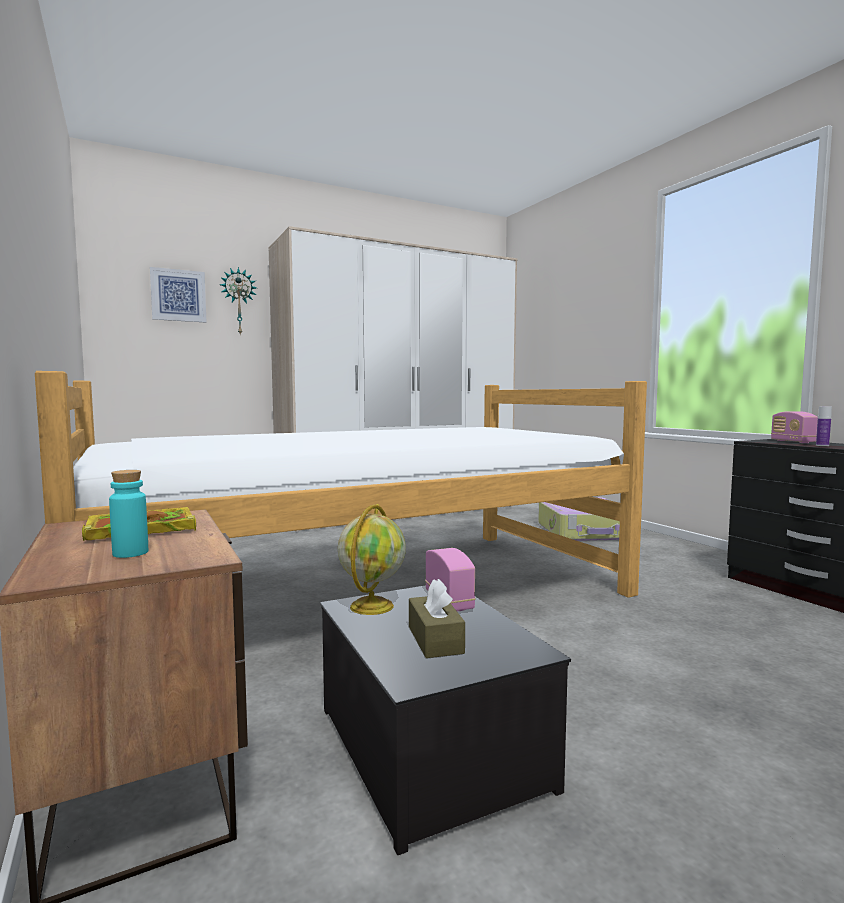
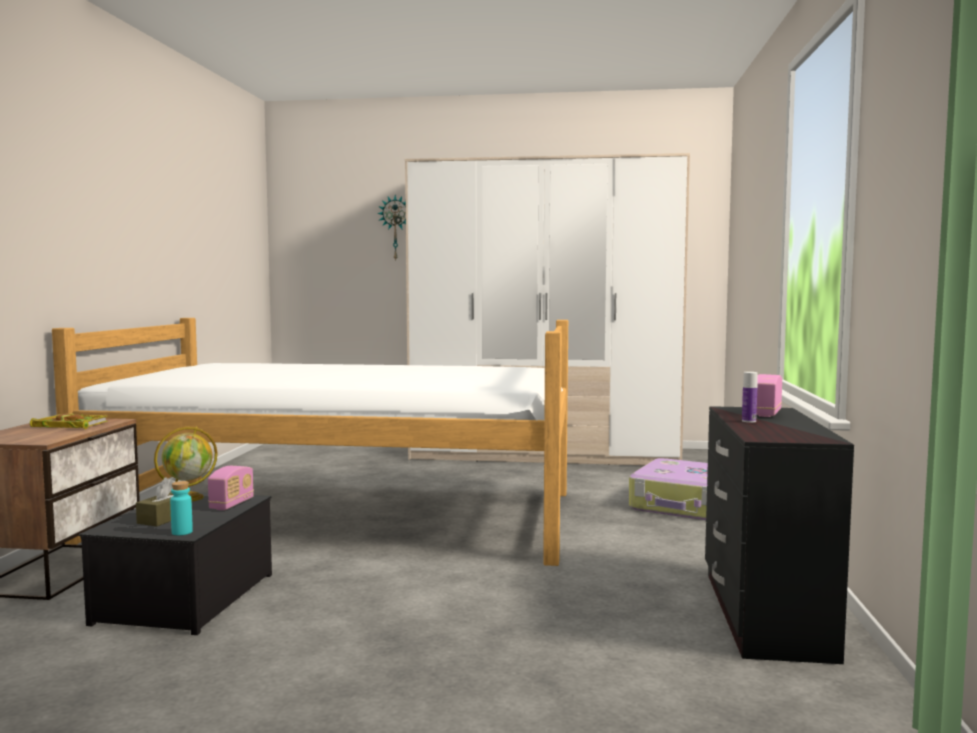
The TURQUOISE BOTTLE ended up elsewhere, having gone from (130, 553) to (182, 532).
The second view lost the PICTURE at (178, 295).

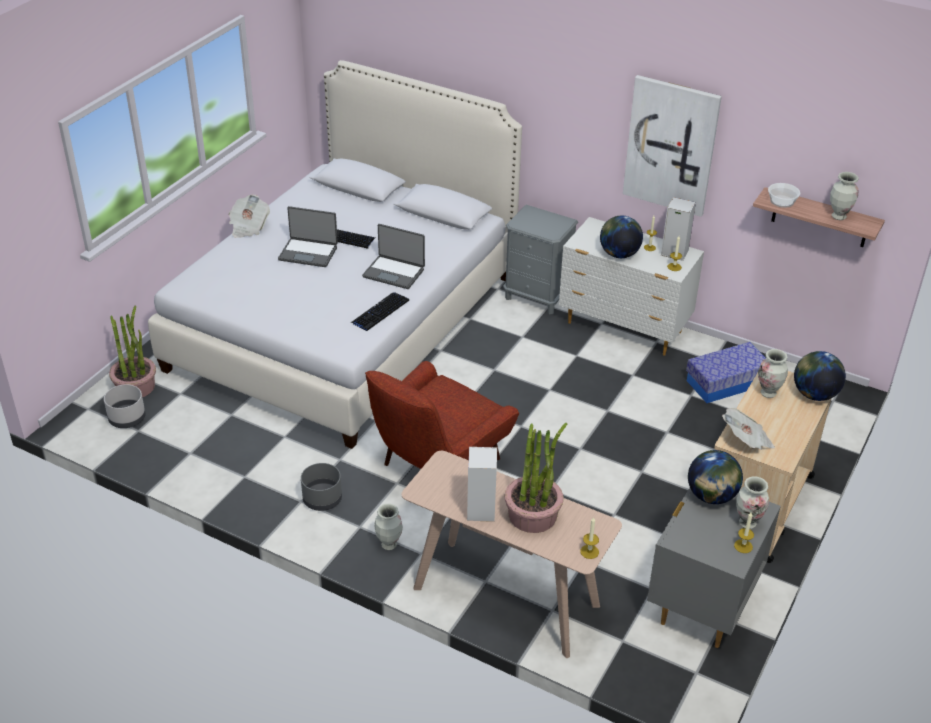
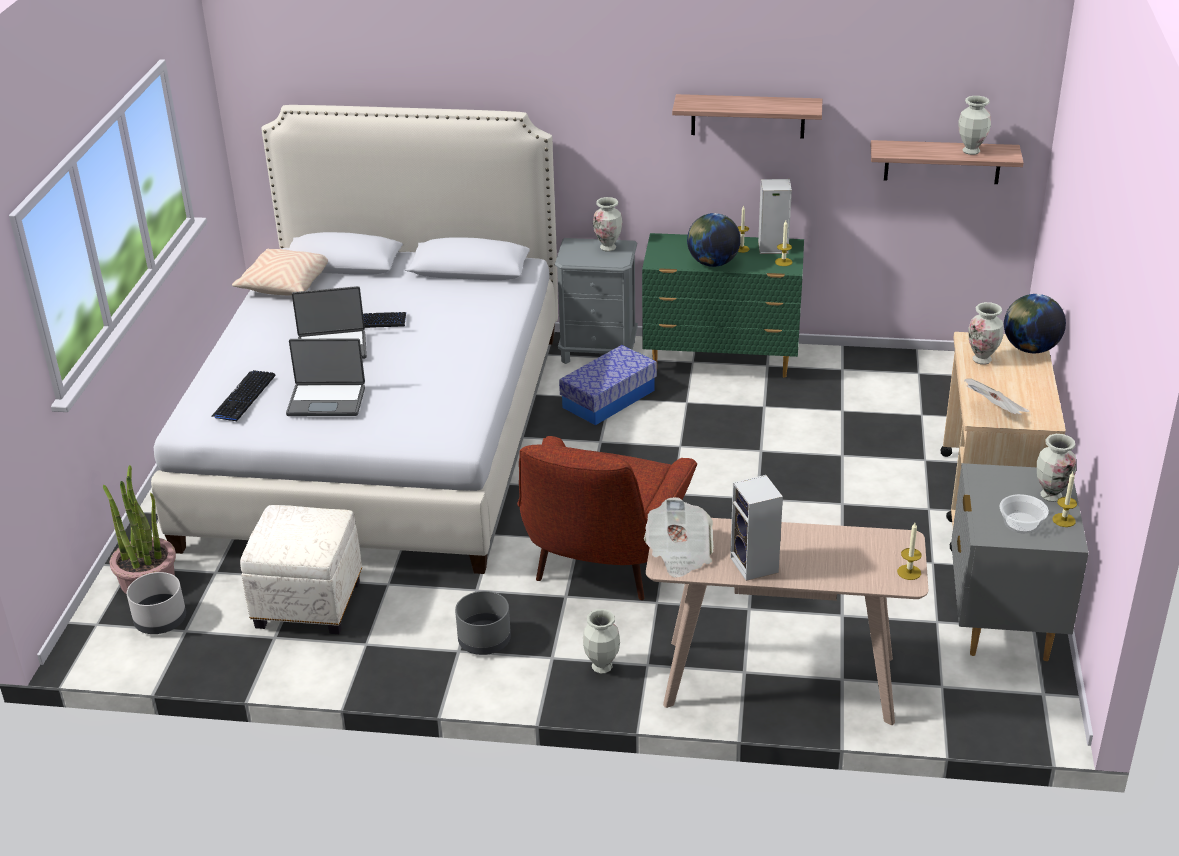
The NEWSPAPER ended up elsewhere, having gone from (248, 227) to (679, 554).
The KEYBOARD ended up elsewhere, having gone from (380, 312) to (244, 397).
The LAPTOP ended up elsewhere, having gone from (394, 272) to (327, 400).
The second view lost the POTTED PLANT at (533, 514).
What was the WHITE DRESSER at (624, 328) turned into the GREEN DRESSER at (722, 360).
Where the PICTURE hung at (671, 145), the SHELF came to hang at (748, 116).
The STORAGE BOX ended up elsewhere, having gone from (726, 383) to (608, 399).
The second view lost the GLOBE at (711, 496).
The BOWL ended up elsewhere, having gone from (782, 201) to (1021, 522).
The second view gained the BEIGE PILLOW at (285, 284).
The second view gained the WHITE OTTOMAN at (310, 604).
The second view gained the VASE at (608, 248).

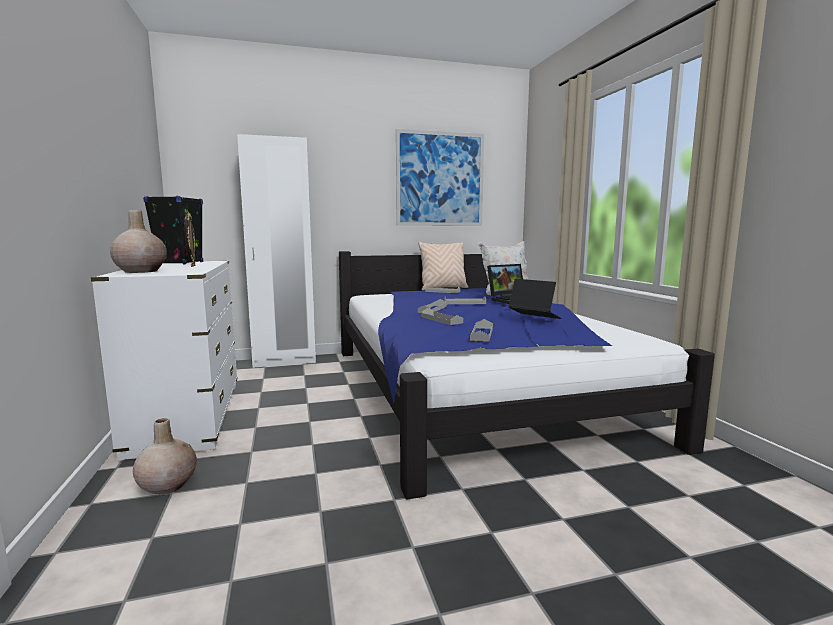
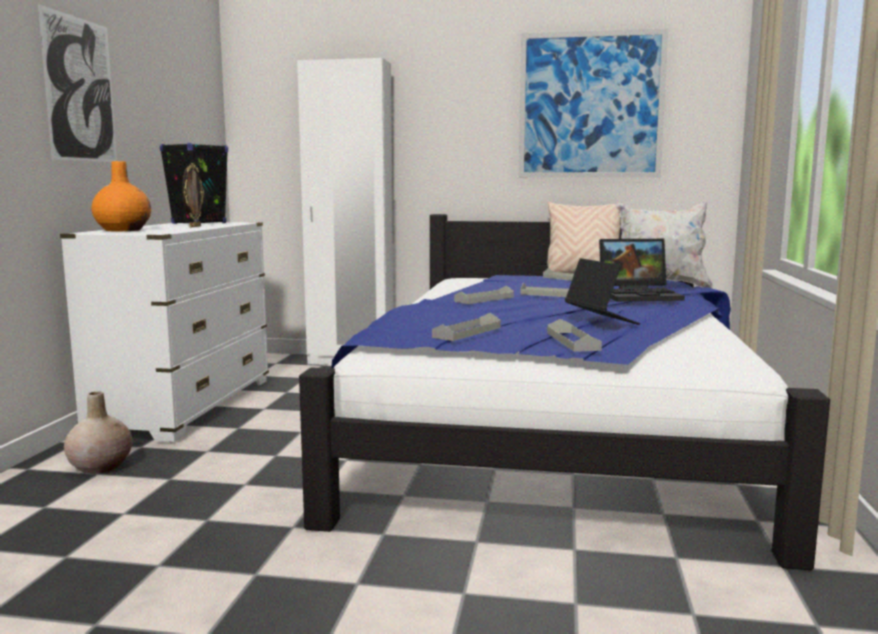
What was the BEIGE VASE at (141, 271) turned into the ORANGE VASE at (123, 230).
The GREY TRAY ended up elsewhere, having gone from (441, 320) to (572, 341).
The second view gained the PICTURE at (80, 90).

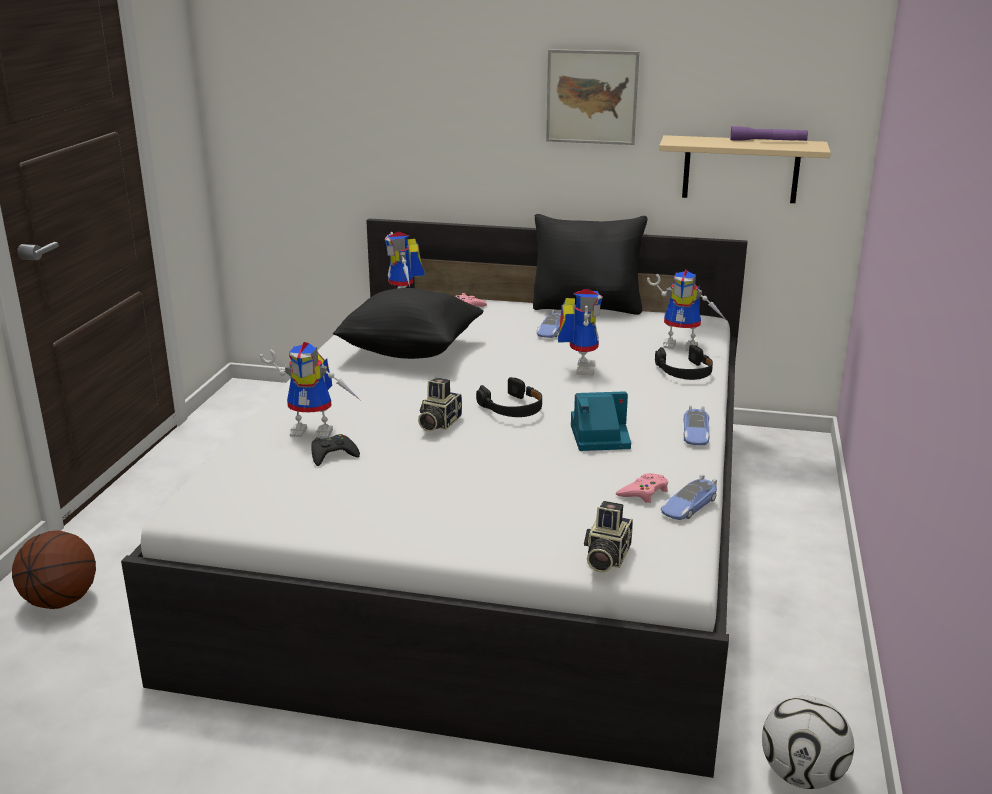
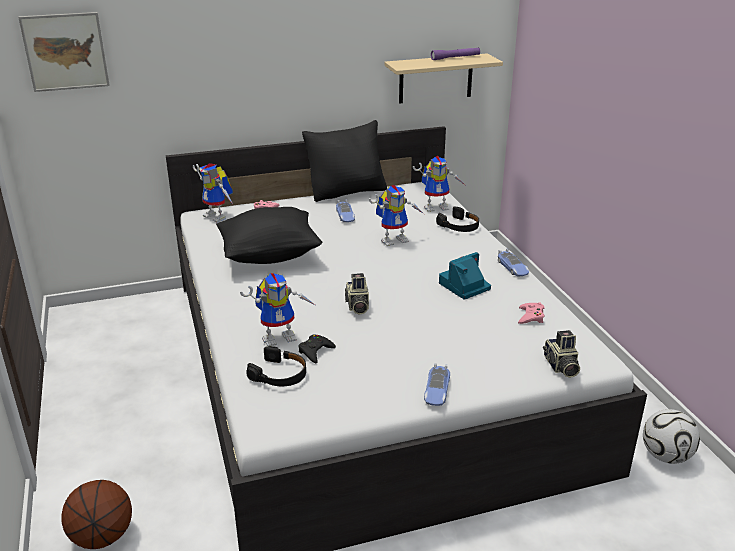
The BLACK HEADPHONES ended up elsewhere, having gone from (512, 408) to (279, 374).
The PICTURE ended up elsewhere, having gone from (591, 97) to (65, 51).
The TOY ROBOT at (579, 367) ended up facing another way, 90 degrees clockwise from before.
The TOY CAR ended up elsewhere, having gone from (688, 506) to (437, 390).

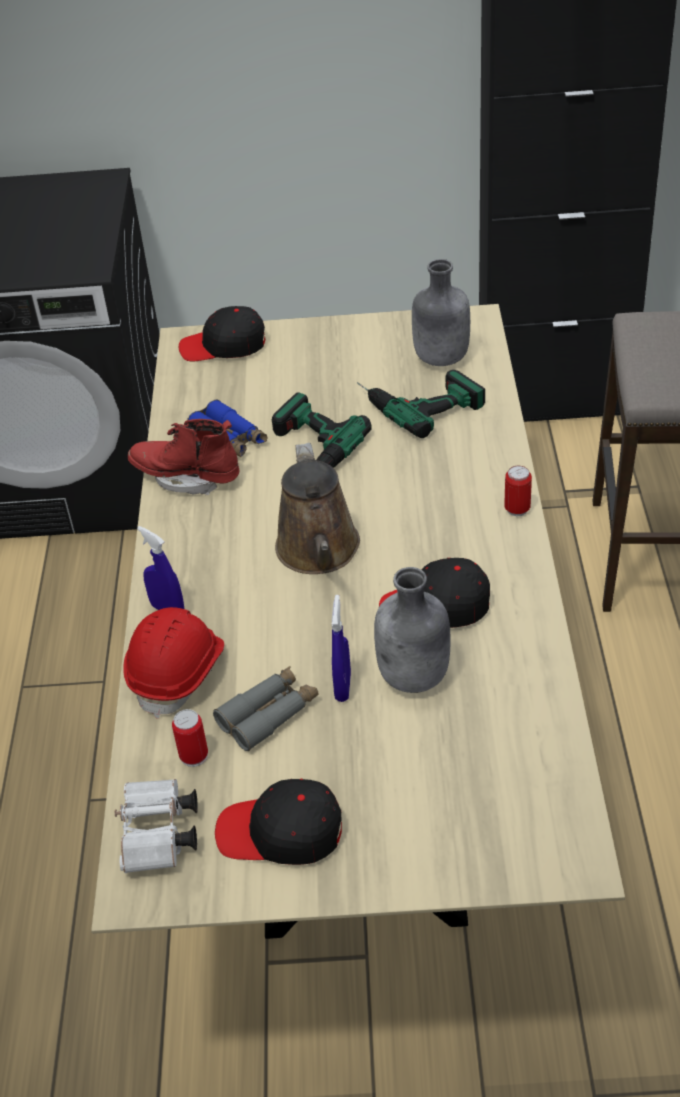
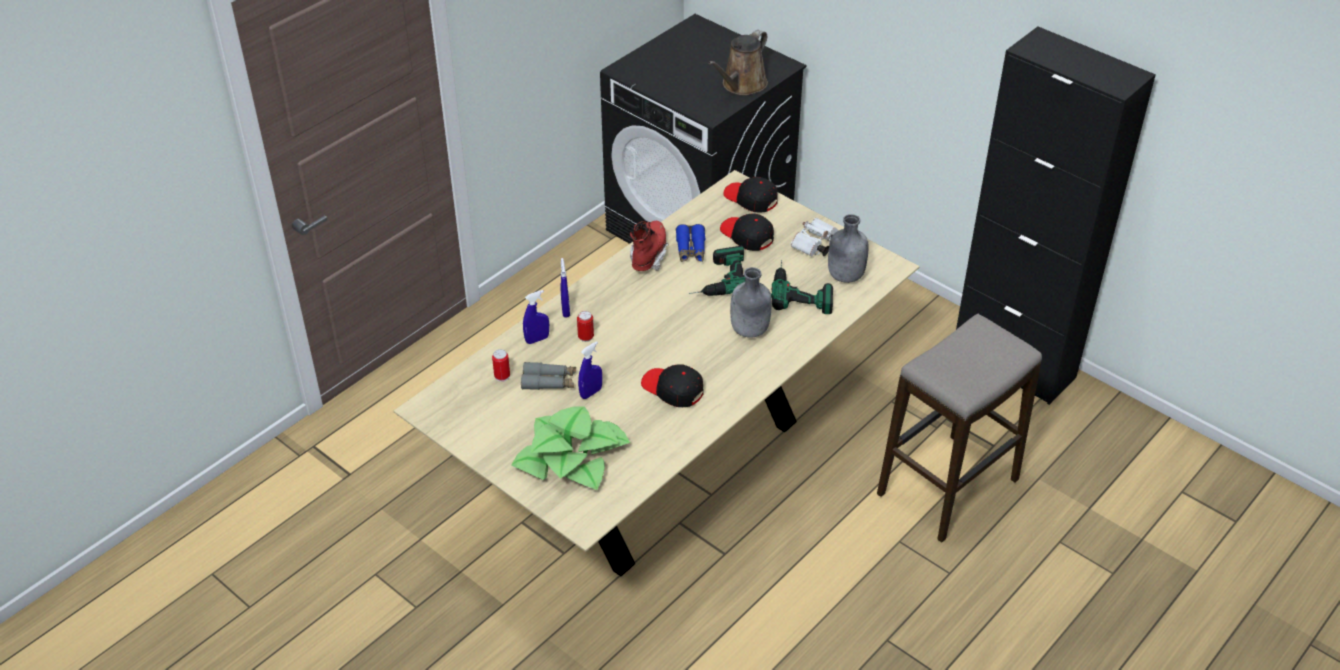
The WHITE BINOCULARS ended up elsewhere, having gone from (159, 837) to (815, 246).
Where the RED HARD HAT stood at (178, 673), the BLUE SPRAY BOTTLE came to stand at (537, 339).
The RED BOOT at (187, 478) ended up facing another way, 45 degrees clockwise from before.
The BLACK CAP ended up elsewhere, having gone from (281, 832) to (747, 236).
The BROWN WATERING CAN ended up elsewhere, having gone from (319, 552) to (742, 85).
The GREY BOTTLE ended up elsewhere, having gone from (415, 677) to (749, 330).
The CAN ended up elsewhere, having gone from (517, 509) to (586, 337).
The second view gained the POTTED PLANT at (571, 458).

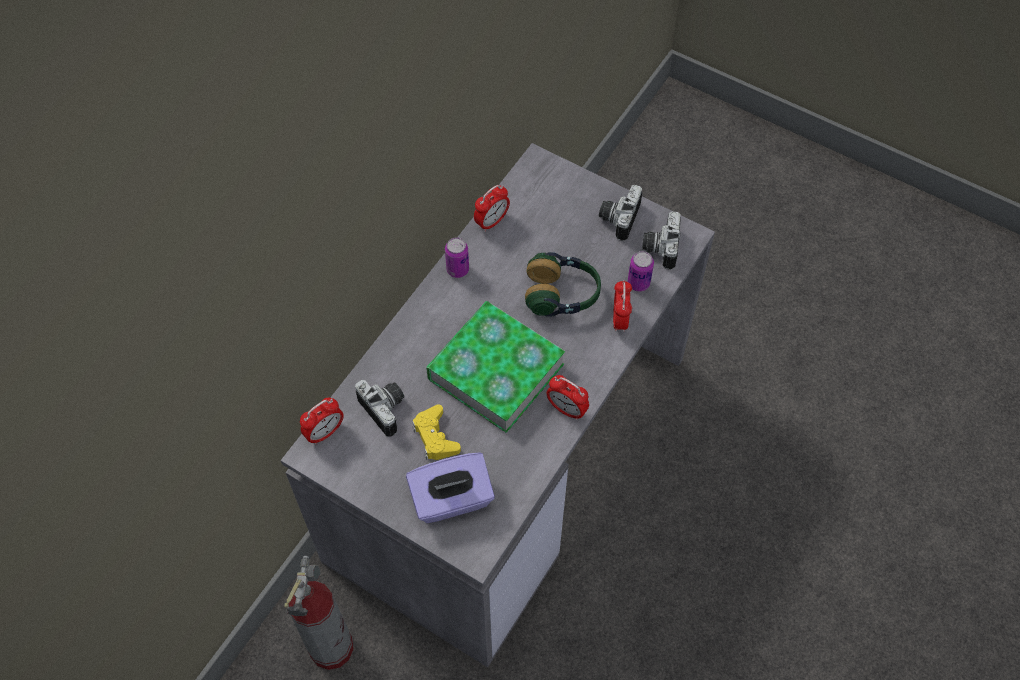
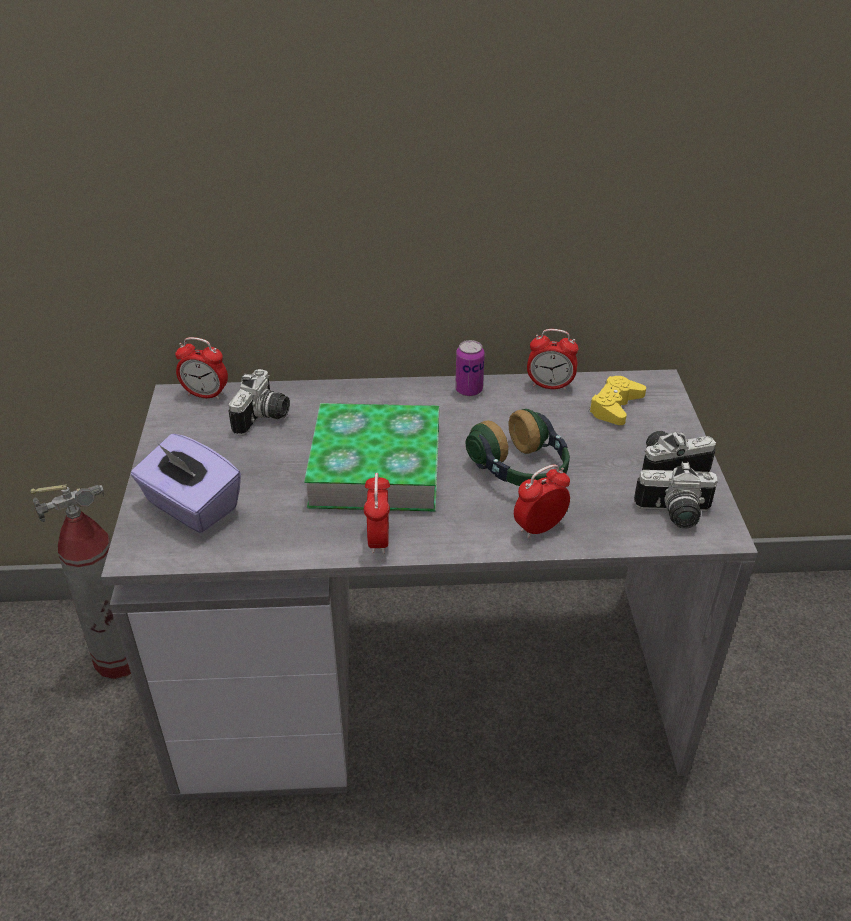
The YELLOW GAME CONTROLLER ended up elsewhere, having gone from (435, 437) to (615, 407).
The second view lost the CAN at (638, 283).
The PHOTO CAMERA at (659, 247) ended up facing another way, 150 degrees counterclockwise from before.

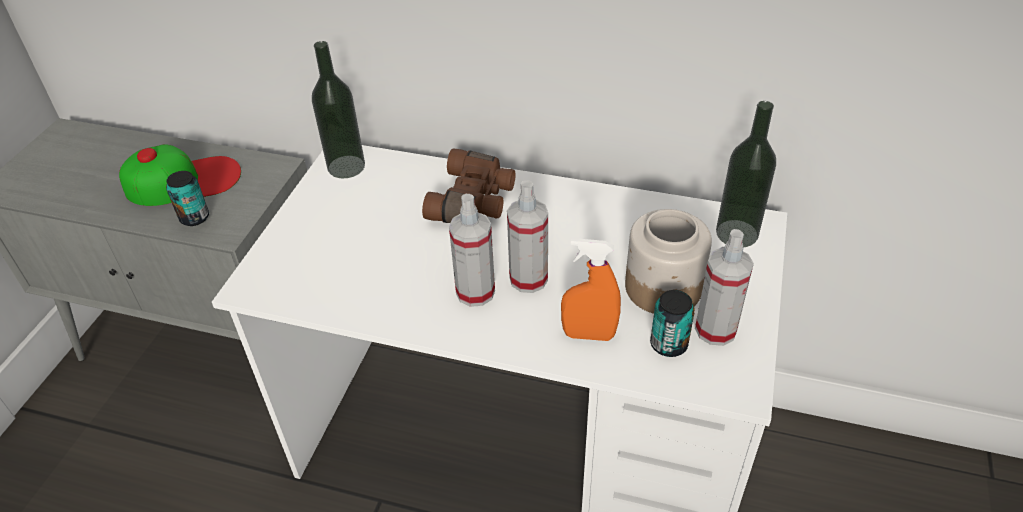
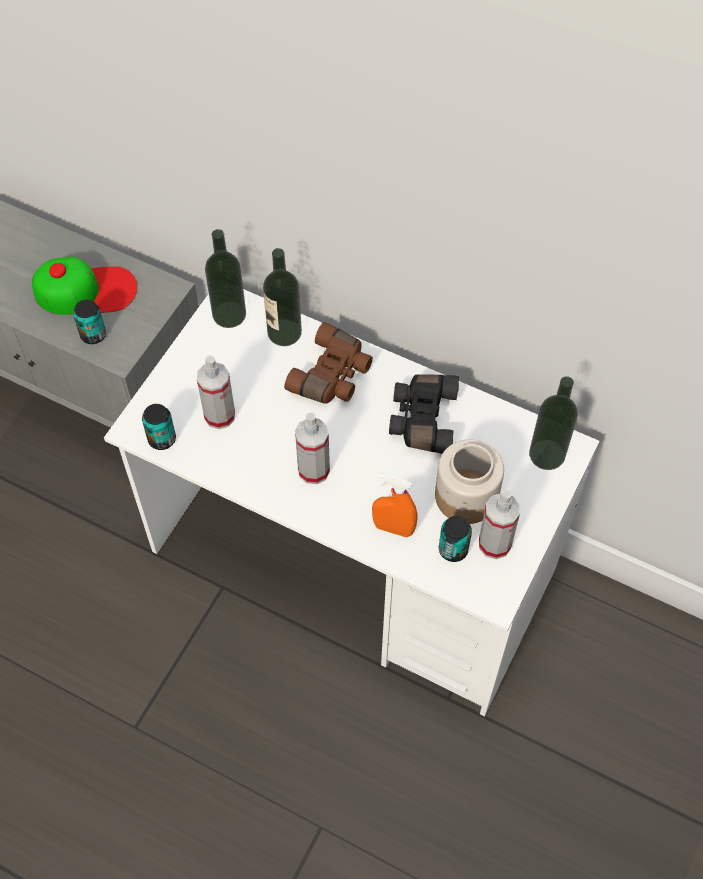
The SPRAY BOTTLE ended up elsewhere, having gone from (528, 279) to (219, 415).
The second view gained the CAN at (162, 439).
The second view gained the BOTTLE at (284, 332).
The second view gained the BLACK BINOCULARS at (422, 419).

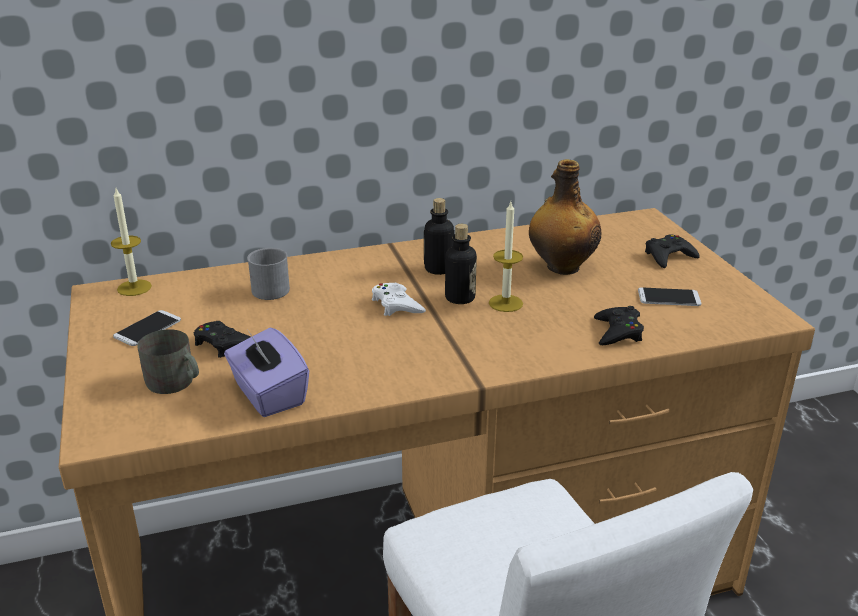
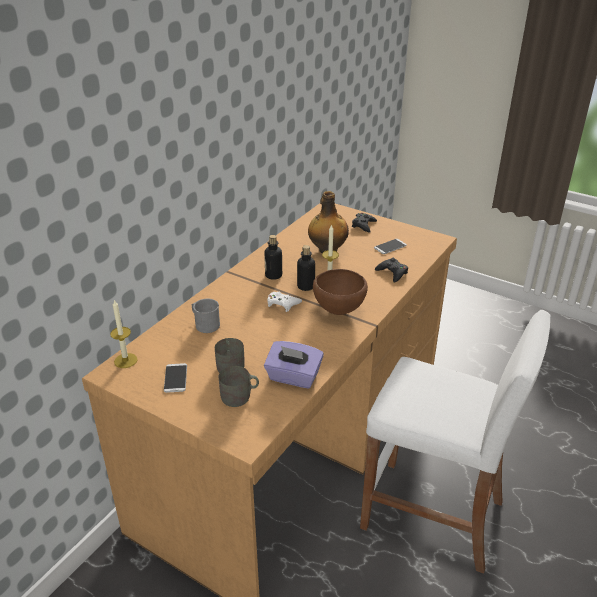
Where the BLACK GAME CONTROLLER stood at (224, 344), the GREY MUG came to stand at (231, 365).
The second view gained the BROWN BOWL at (338, 312).

